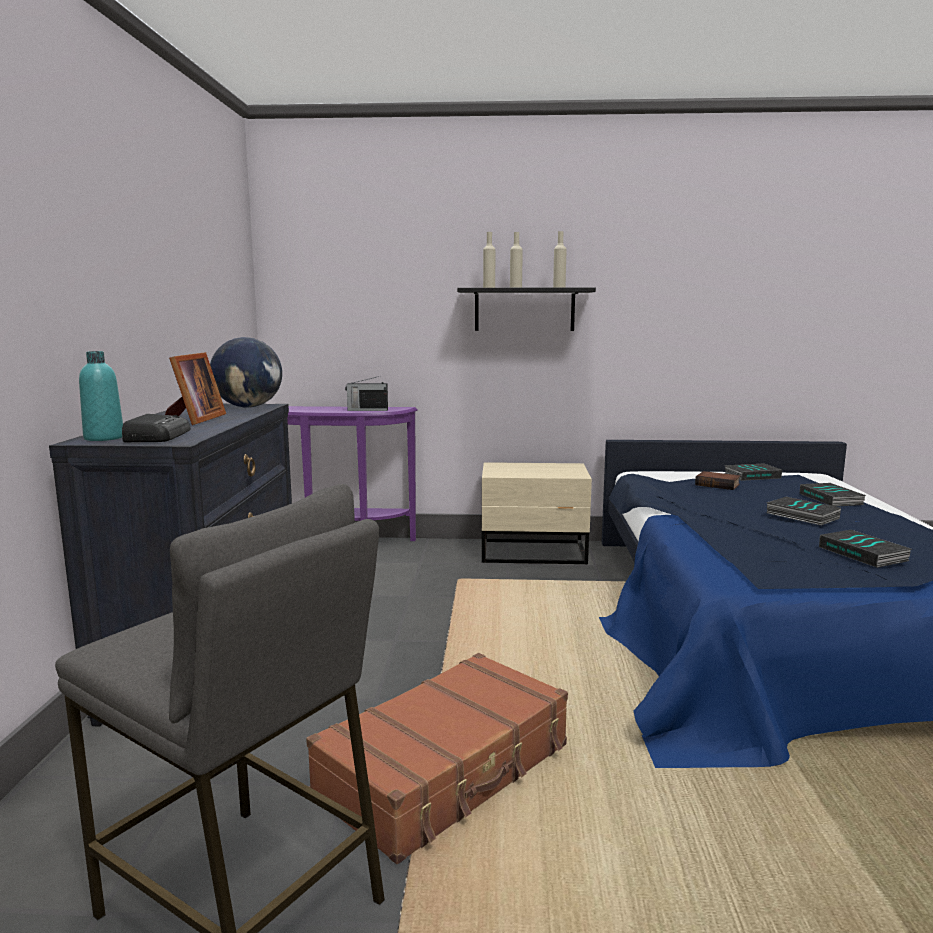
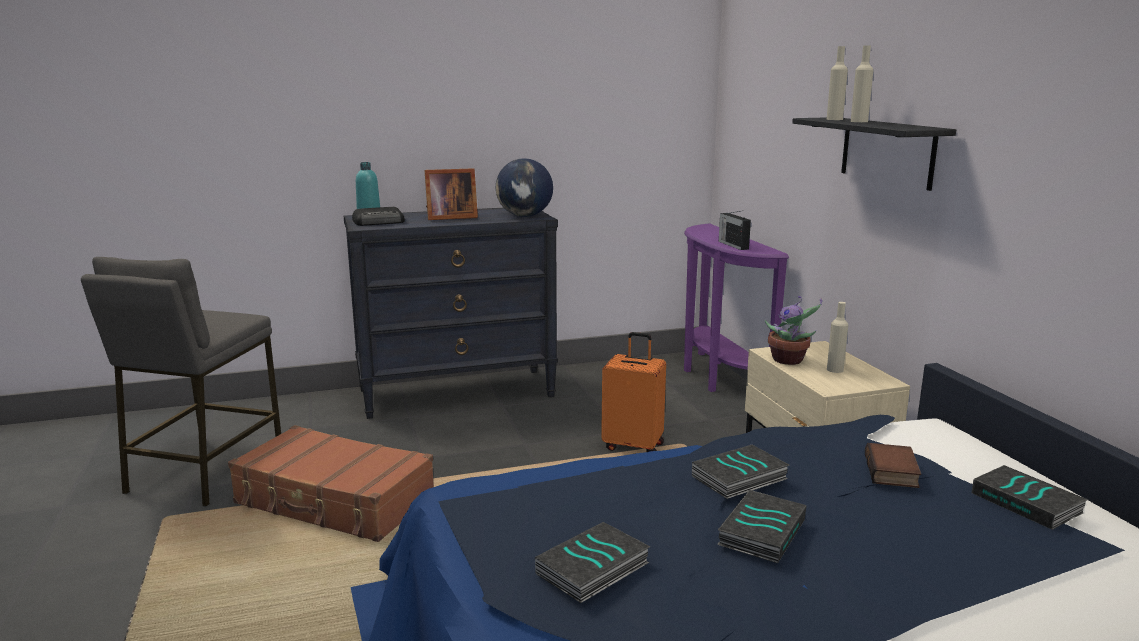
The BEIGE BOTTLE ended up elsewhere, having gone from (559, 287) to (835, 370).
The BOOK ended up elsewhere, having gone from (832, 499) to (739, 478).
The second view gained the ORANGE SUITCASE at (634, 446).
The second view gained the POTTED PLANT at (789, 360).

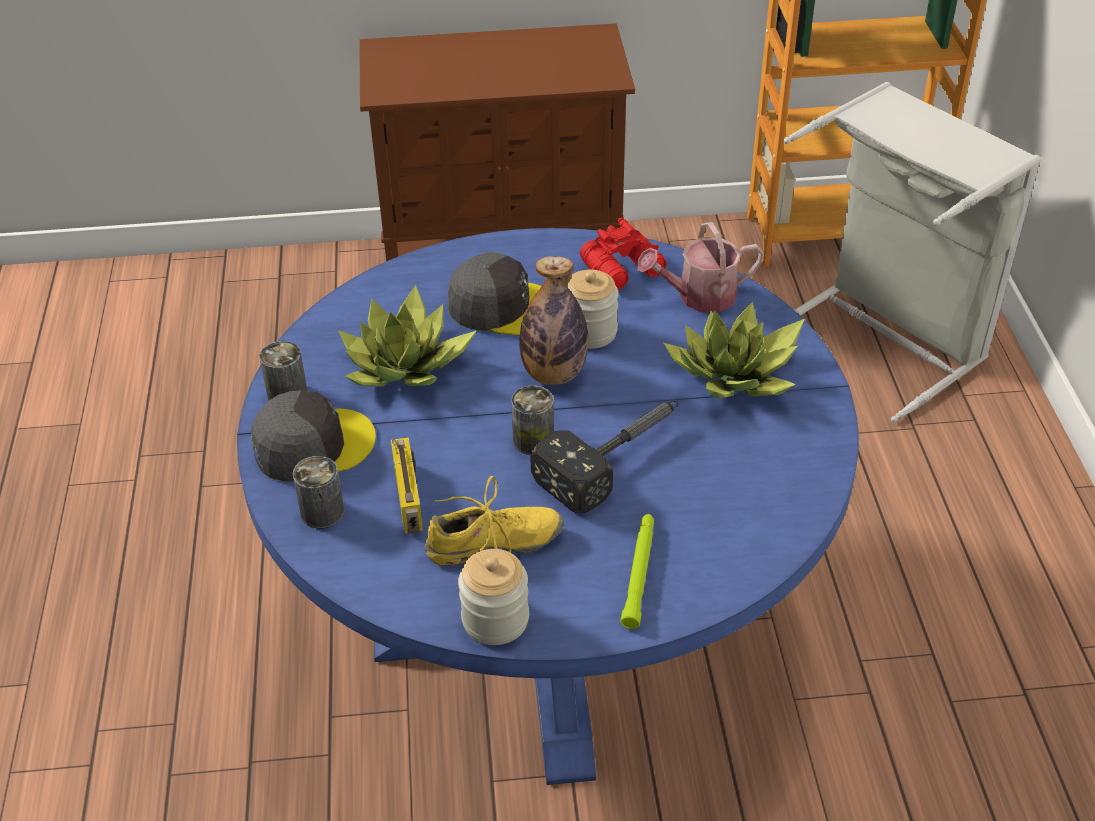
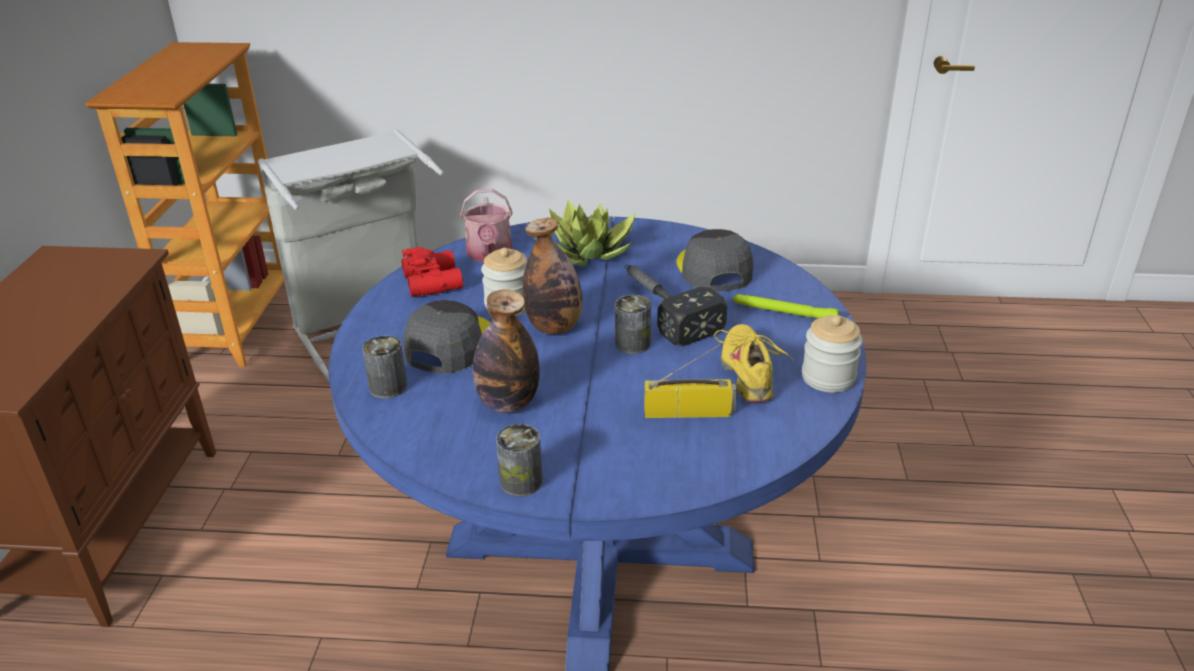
The GREY CAP ended up elsewhere, having gone from (312, 445) to (713, 269).
The CAN ended up elsewhere, having gone from (322, 512) to (388, 387).
Where the POTTED PLANT stood at (406, 364), the BOTTLE came to stand at (508, 403).

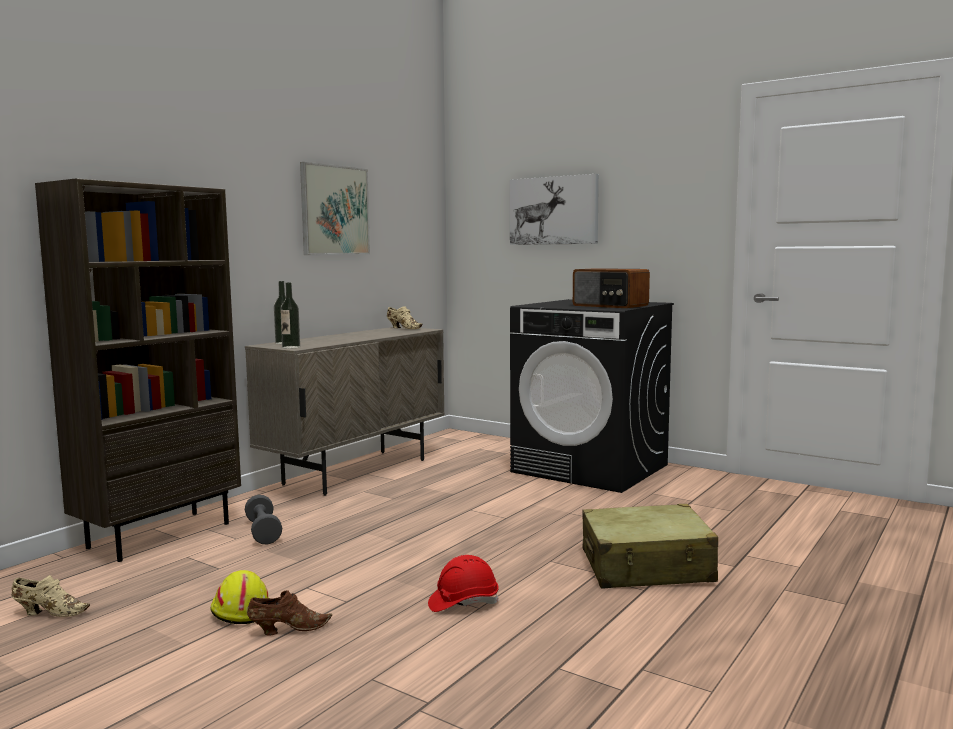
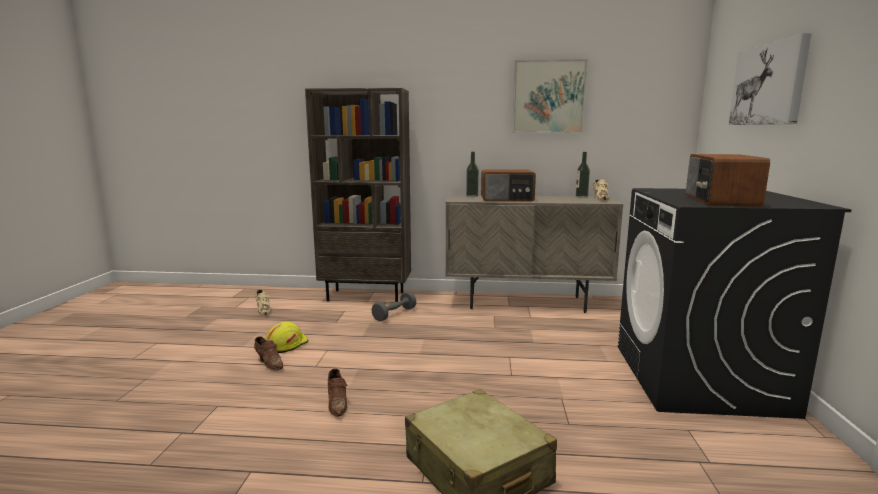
The BOTTLE ended up elsewhere, having gone from (291, 347) to (581, 196).
Where the RED HARD HAT stood at (463, 603), the BROWN SHOE came to stand at (337, 403).
The second view gained the RADIO at (507, 199).

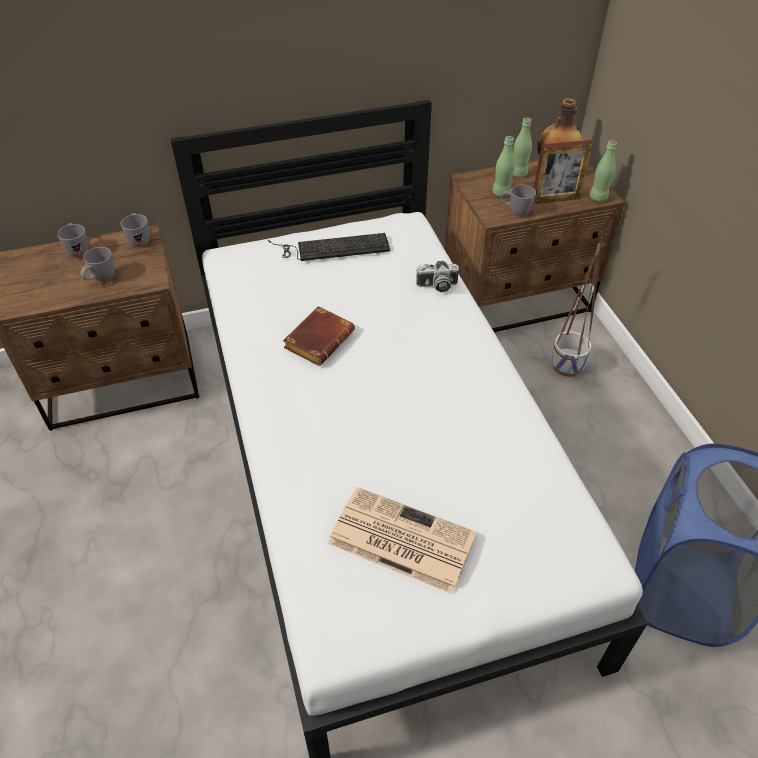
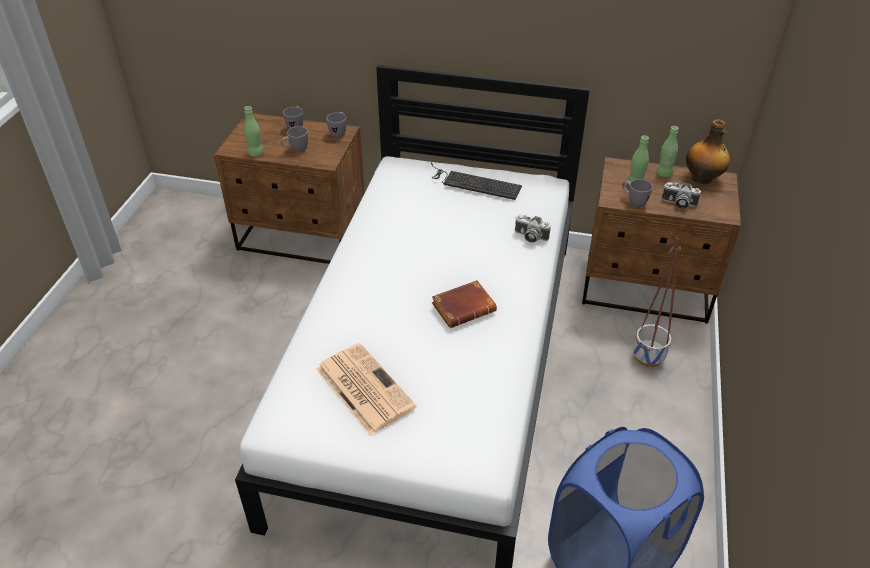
The BROWN BOOK ended up elsewhere, having gone from (318, 339) to (464, 307).
Where the PICTURE FRAME stood at (555, 199), the PHOTO CAMERA came to stand at (678, 203).
The GREEN BOTTLE ended up elsewhere, having gone from (598, 197) to (256, 153).

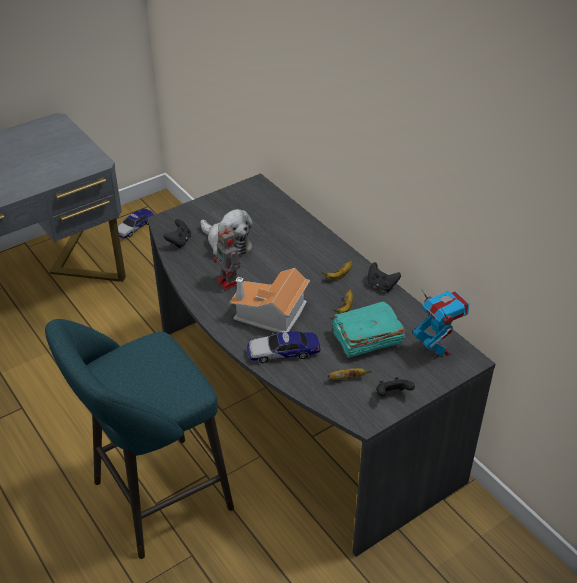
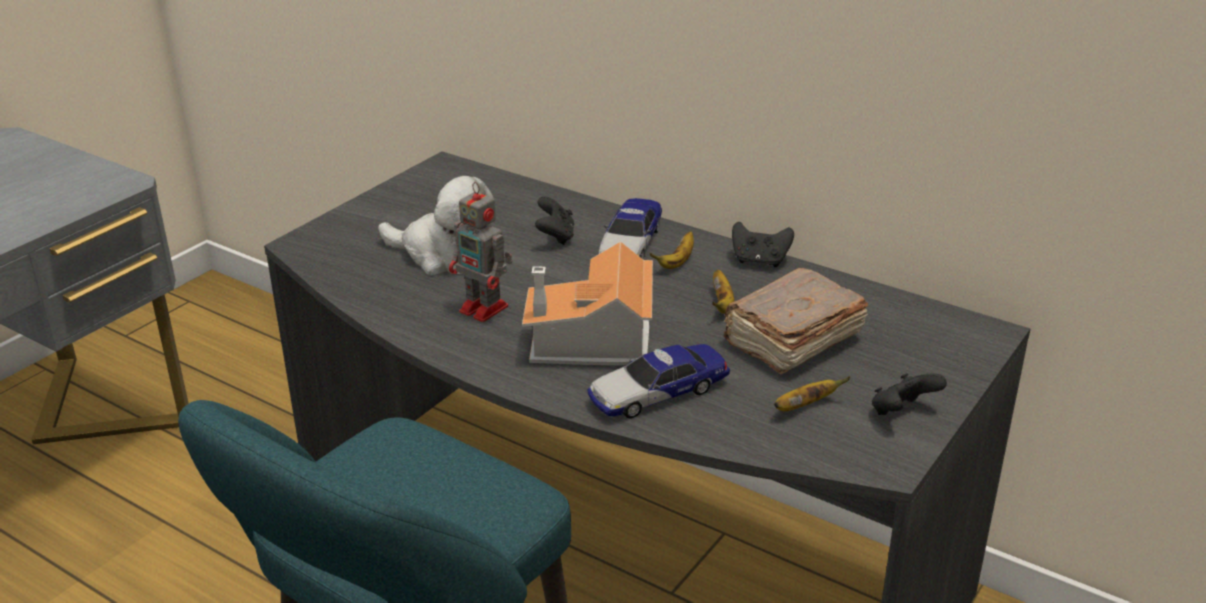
The TOY CAR ended up elsewhere, having gone from (134, 227) to (630, 243).
The BLACK GAME CONTROLLER ended up elsewhere, having gone from (179, 241) to (555, 237).
What was the TURQUOISE BOOK at (366, 339) turned into the BROWN BOOK at (791, 340).
The second view lost the TOY ROBOT at (436, 350).

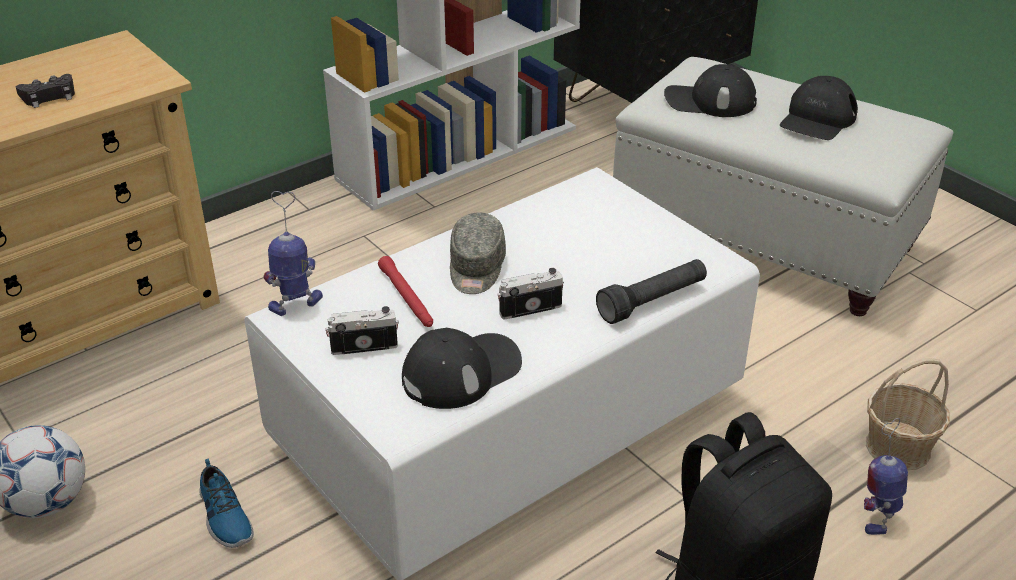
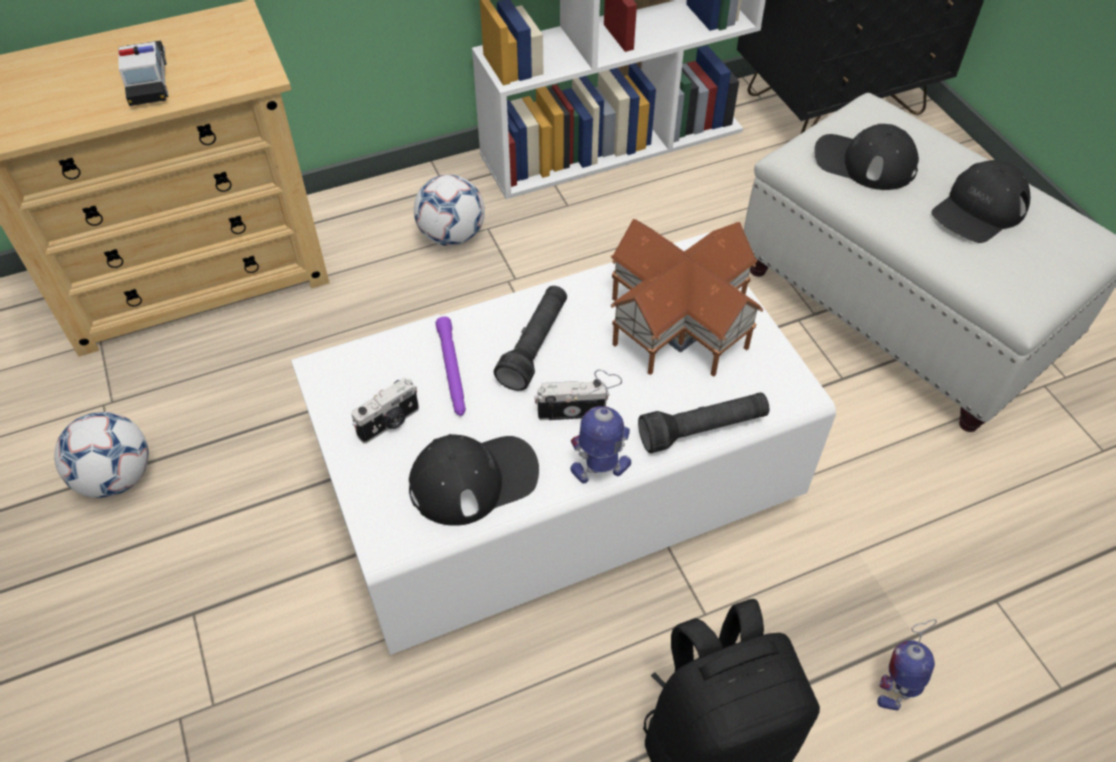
Where the BLACK GAME CONTROLLER stood at (49, 96), the TOY CAR came to stand at (148, 80).
The second view lost the SHOE at (224, 517).
The TOY ROBOT ended up elsewhere, having gone from (297, 304) to (601, 469).
The PHOTO CAMERA at (364, 345) ended up facing another way, 135 degrees clockwise from before.
What was the RED FLASHLIGHT at (407, 298) turned into the PURPLE FLASHLIGHT at (452, 371).
Where the GREY CAP stood at (476, 268), the BLACK FLASHLIGHT came to stand at (535, 346).
The second view lost the BASKET at (898, 447).
The second view gained the FOOTBALL at (452, 236).
The second view gained the TOY HOUSE at (682, 323).

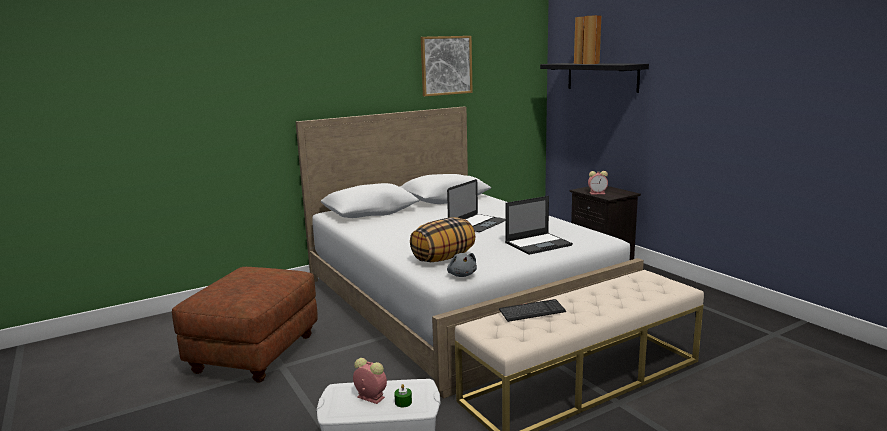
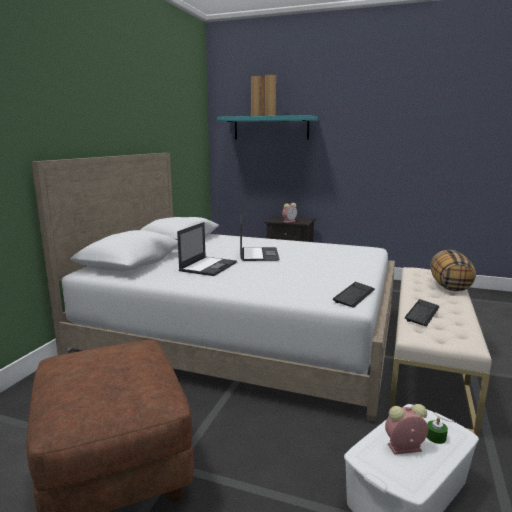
The PILLOW ended up elsewhere, having gone from (443, 258) to (449, 286).
The second view lost the PICTURE at (446, 65).
Where the GREY PLUSH TOY stood at (462, 275), the KEYBOARD came to stand at (354, 295).
The LAPTOP ended up elsewhere, having gone from (538, 244) to (208, 266).
What was the BLACK SHELF at (602, 77) turned into the TURQUOISE SHELF at (271, 128).

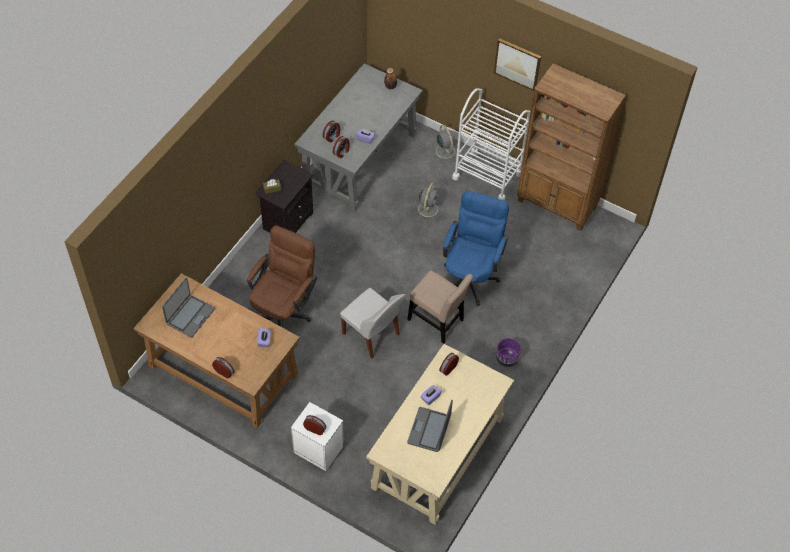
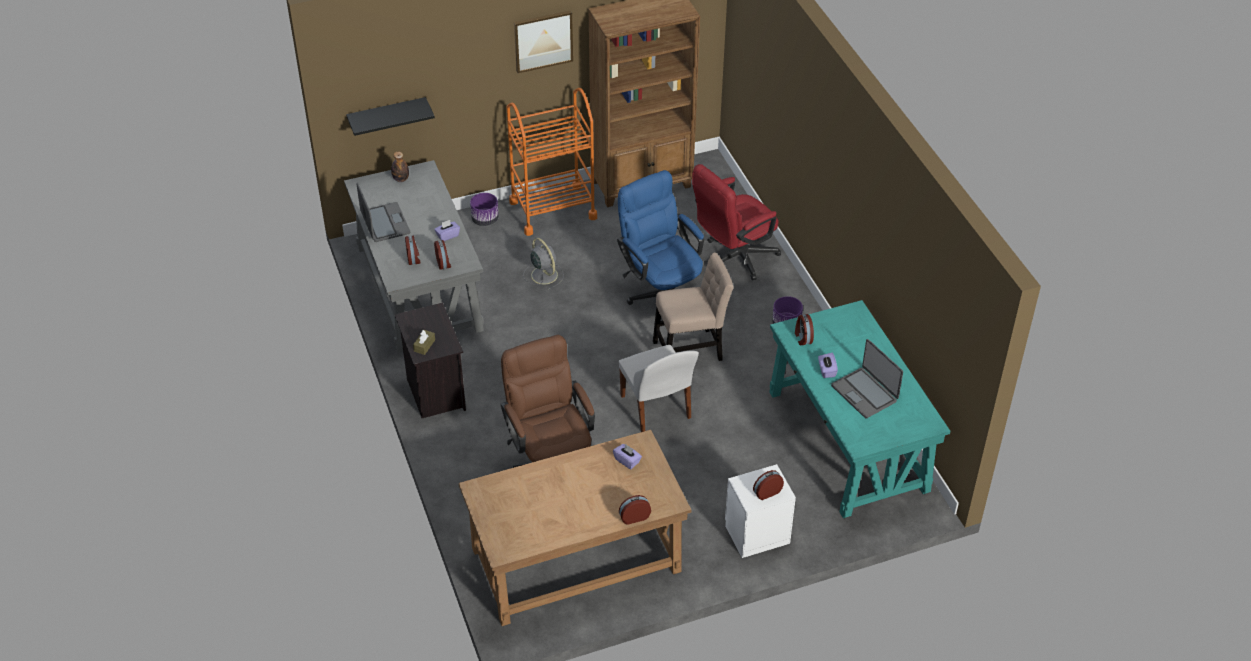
The LAPTOP ended up elsewhere, having gone from (190, 316) to (384, 223).
The WHITE CHAIR at (372, 335) ended up facing another way, 75 degrees clockwise from before.
What was the BEIGE DESK at (438, 452) turned into the TURQUOISE DESK at (848, 440).
Where the GREY FAN stood at (445, 150), the PURPLE PLANTER came to stand at (485, 220).
What was the WHITE CART at (487, 176) turned into the ORANGE CART at (553, 209).
The second view gained the BLACK SHELF at (387, 116).
The second view gained the RED OFFICE CHAIR at (733, 259).

